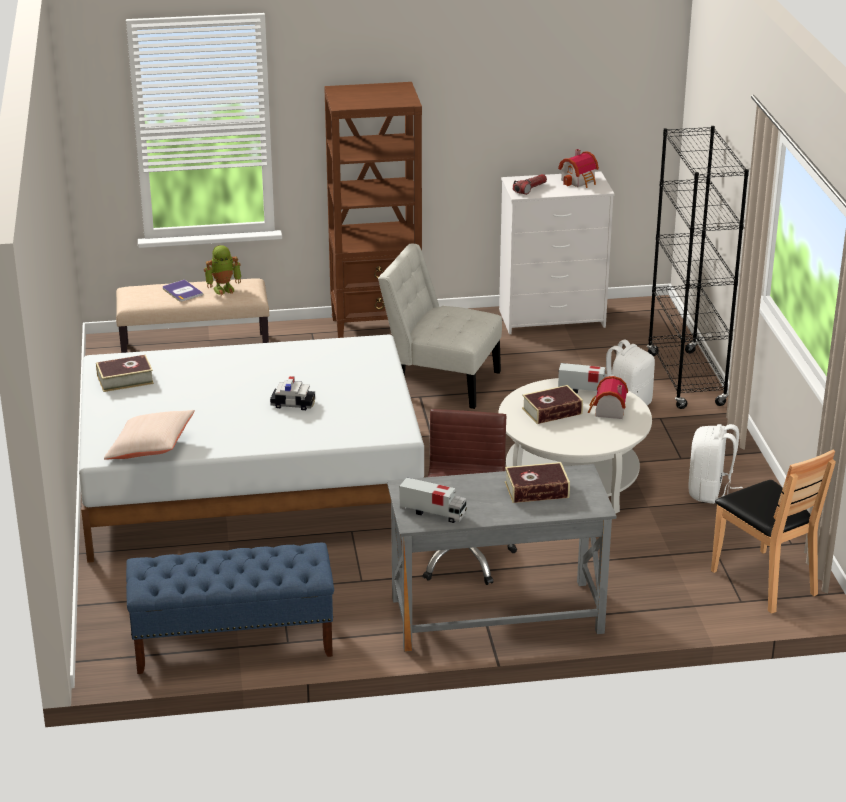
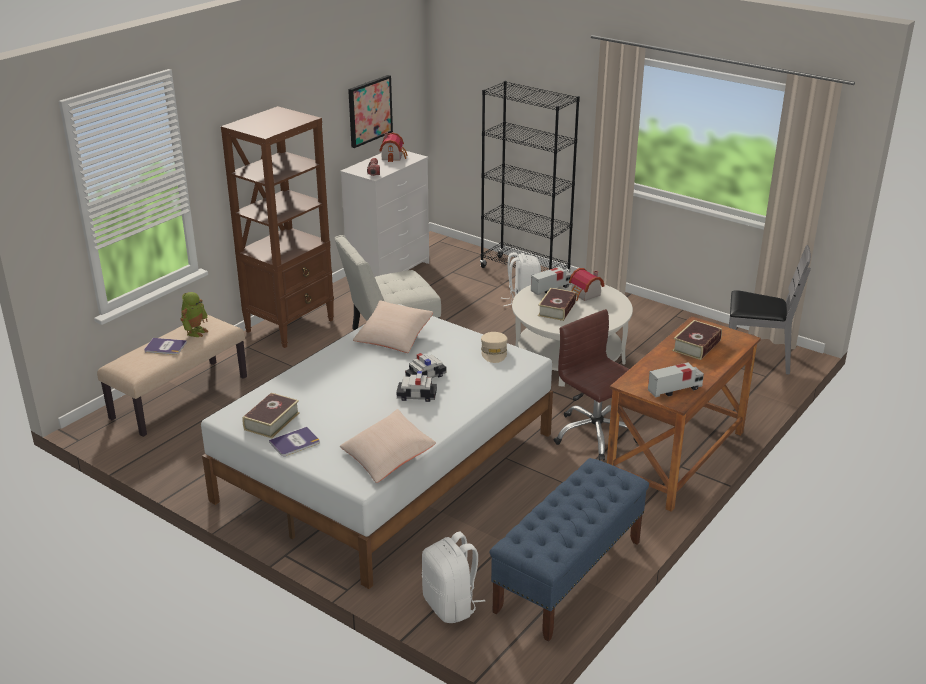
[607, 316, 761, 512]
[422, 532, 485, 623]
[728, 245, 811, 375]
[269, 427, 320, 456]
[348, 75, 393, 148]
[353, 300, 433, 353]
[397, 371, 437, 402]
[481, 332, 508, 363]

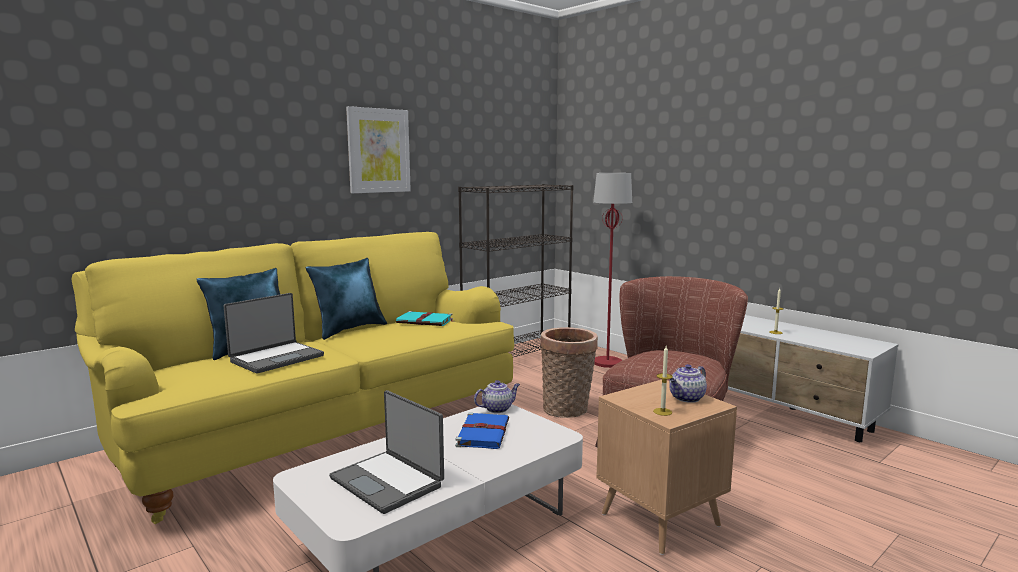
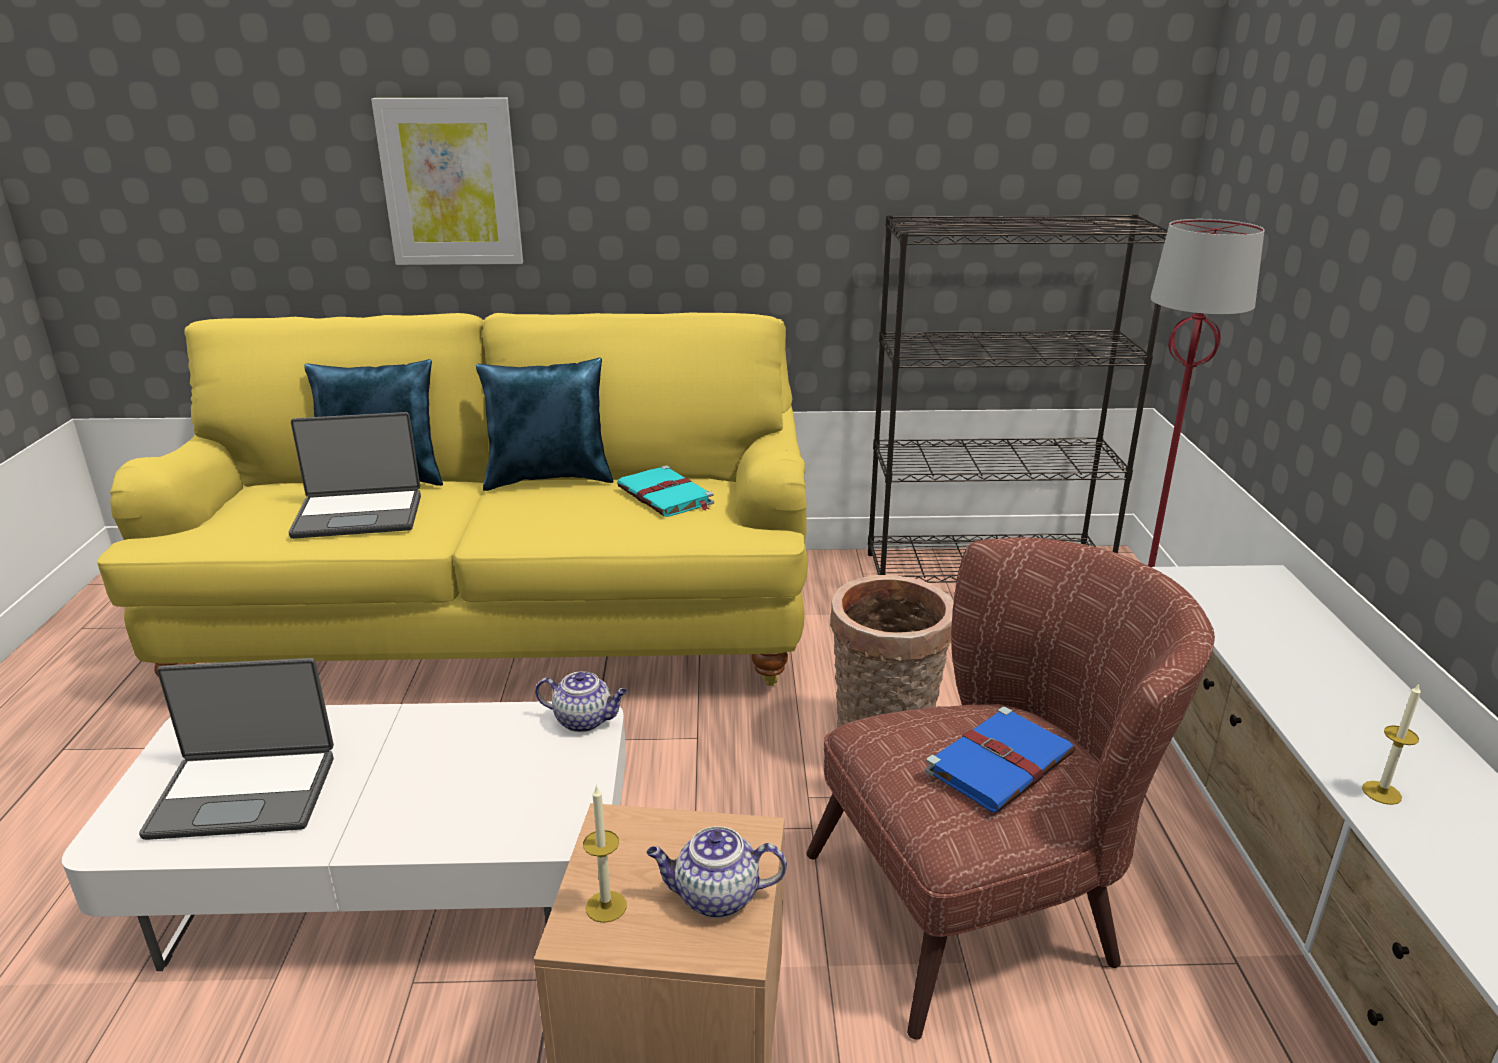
[139, 658, 334, 840]
[371, 98, 523, 265]
[925, 707, 1075, 813]

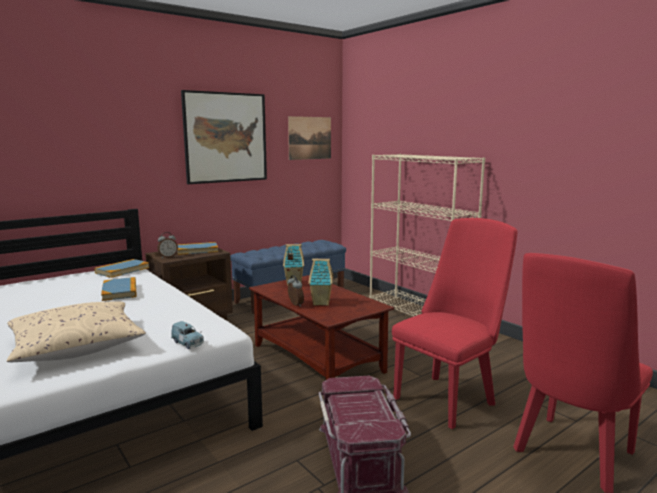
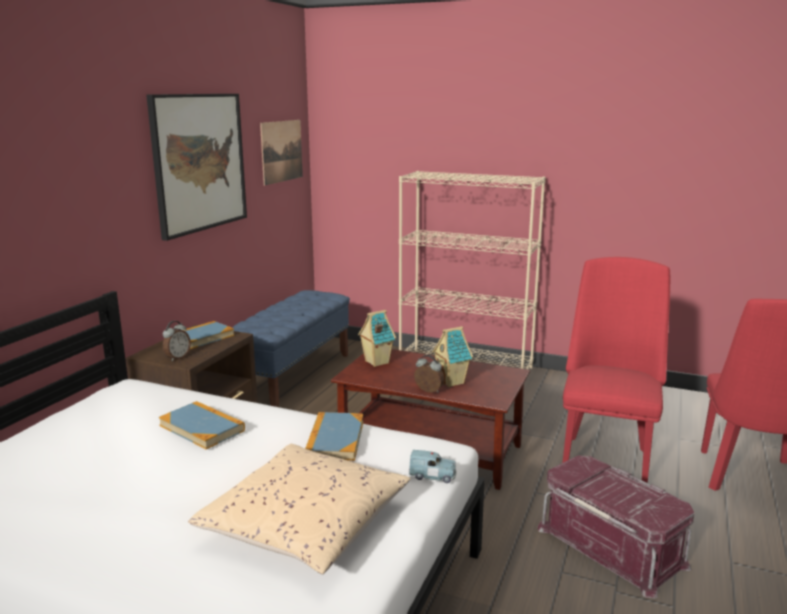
[305, 412, 363, 461]

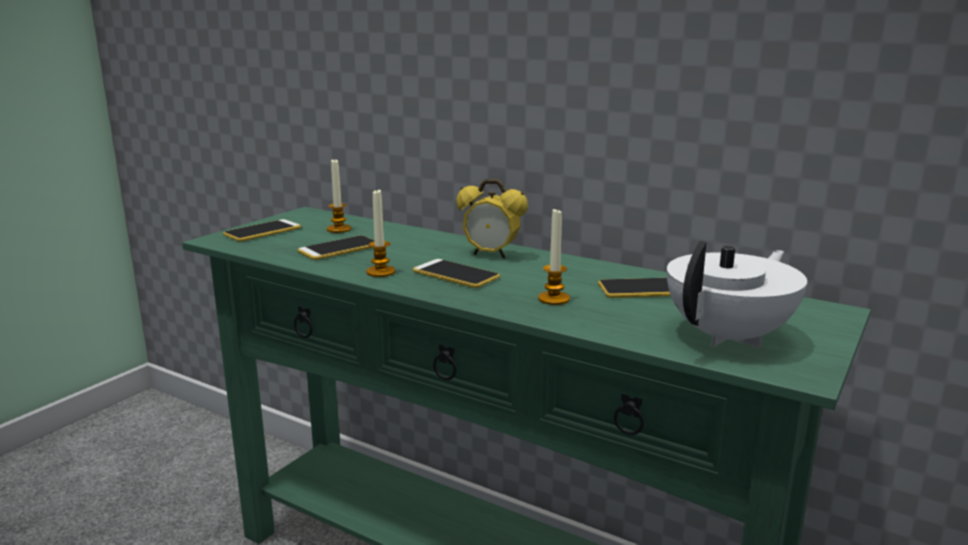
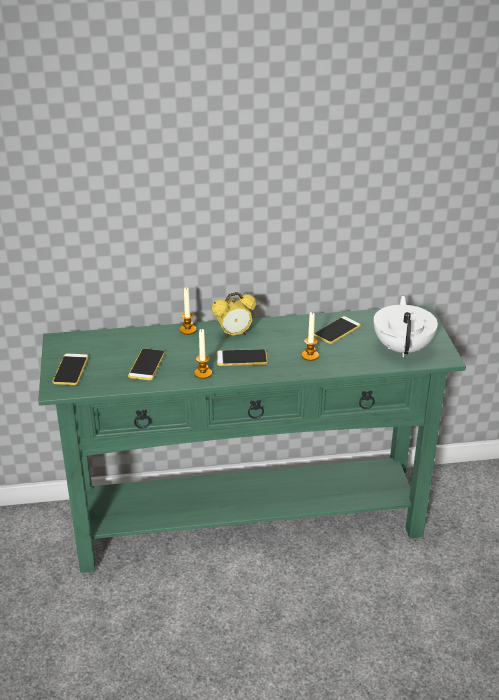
[180, 287, 196, 335]

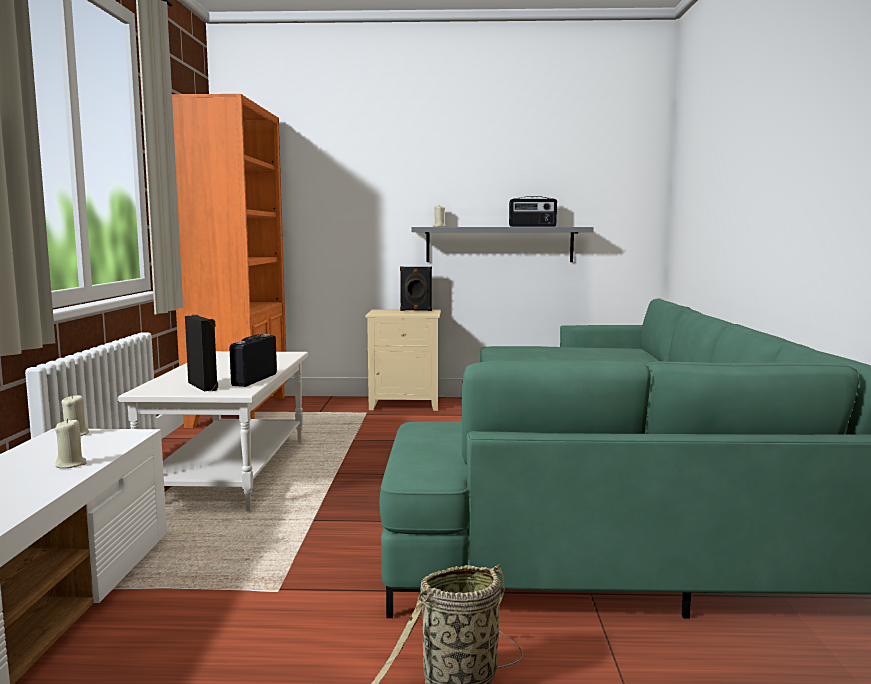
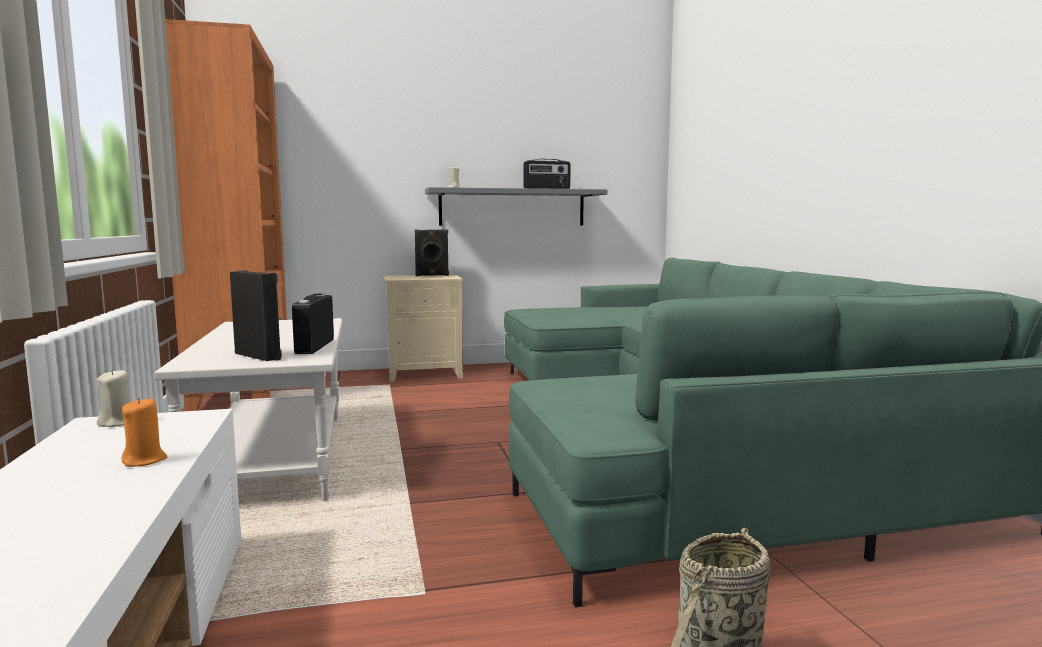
[122, 397, 167, 467]

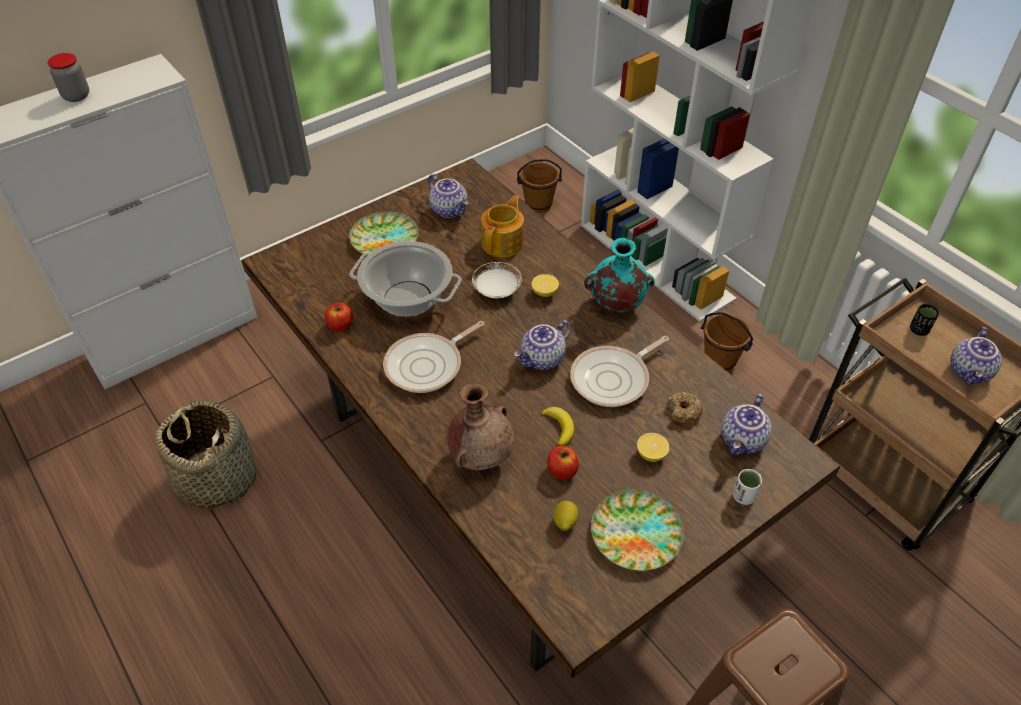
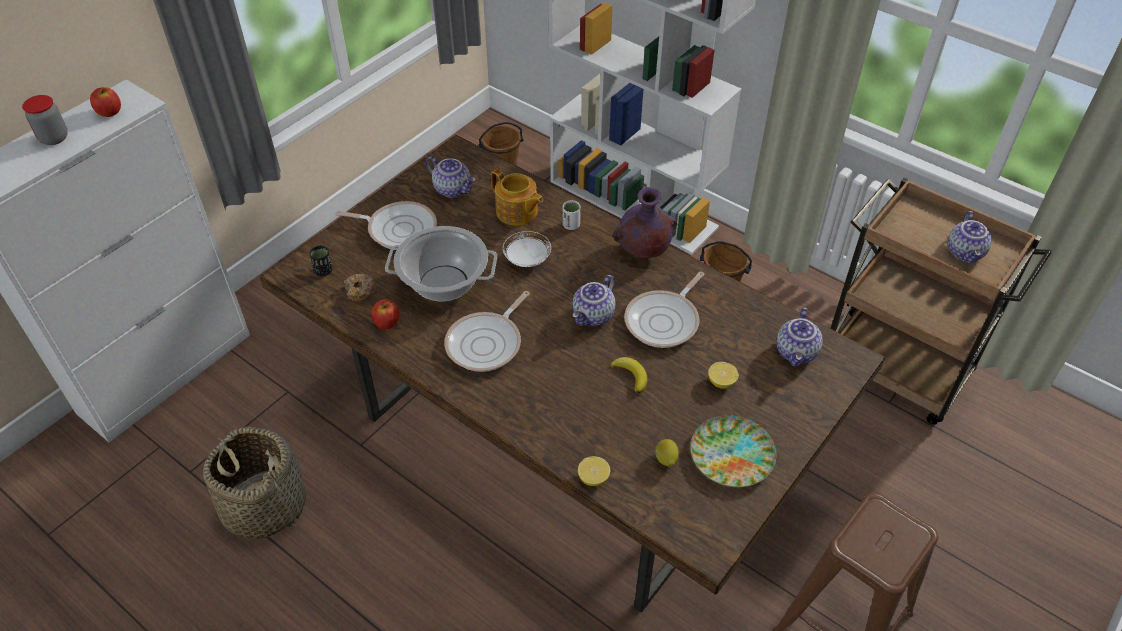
[335, 201, 437, 250]
[447, 383, 514, 471] (first image)
[491, 169, 543, 226]
[578, 456, 610, 486]
[90, 87, 121, 117]
[613, 187, 677, 258]
[344, 274, 376, 301]
[562, 200, 581, 230]
[310, 246, 333, 276]

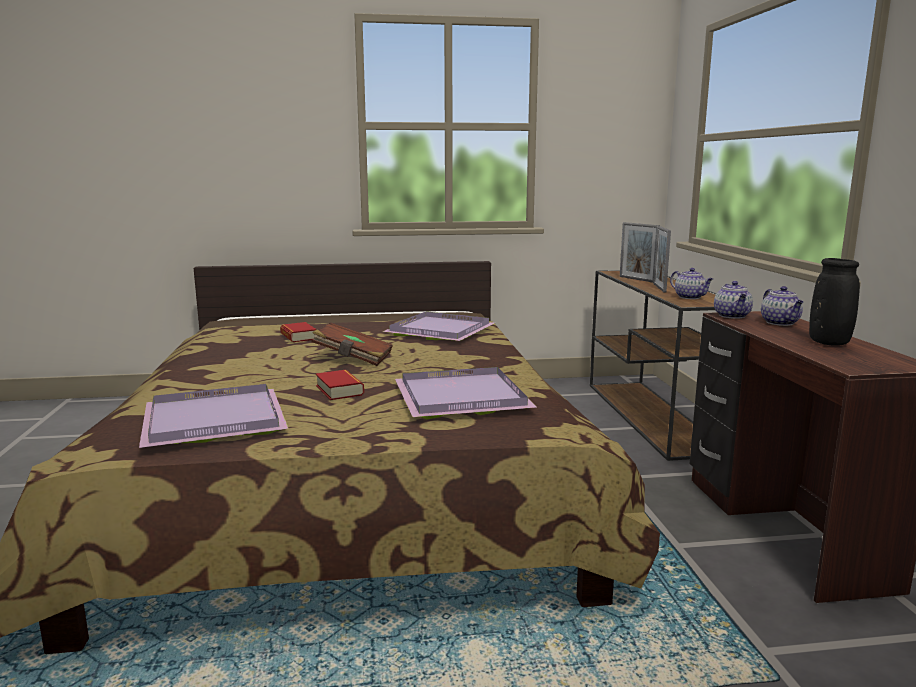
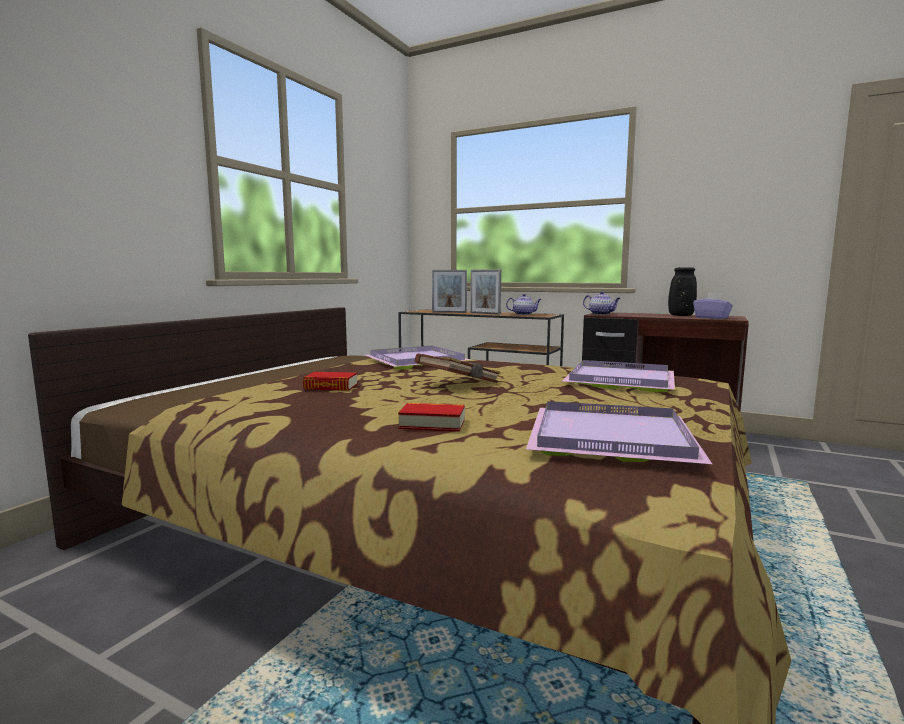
[398, 403, 465, 432]
[761, 286, 803, 326] (first image)
[693, 293, 733, 319]

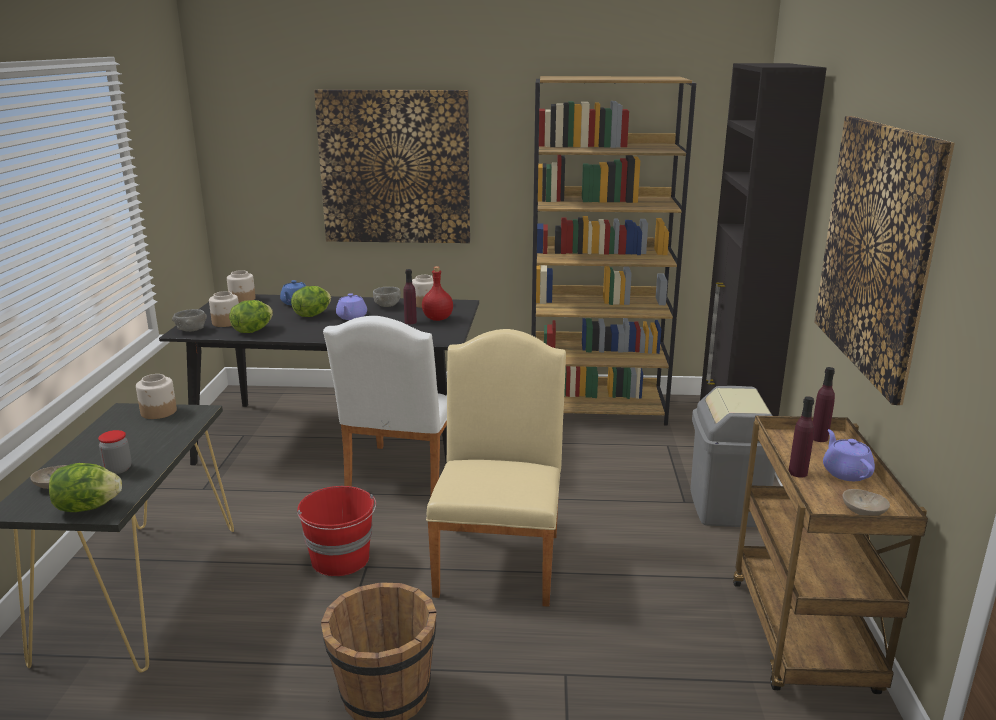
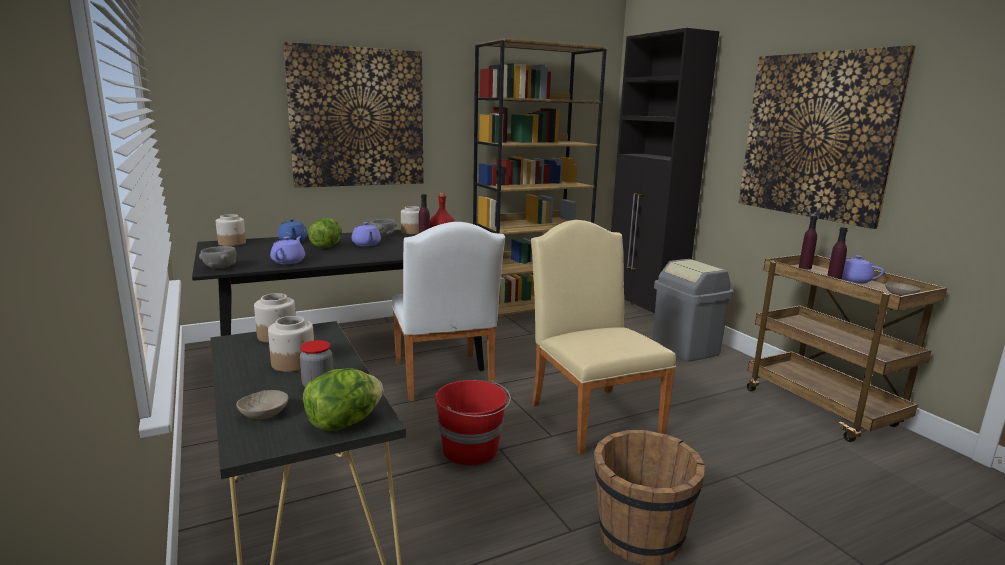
[268, 316, 314, 372]
[270, 236, 305, 264]

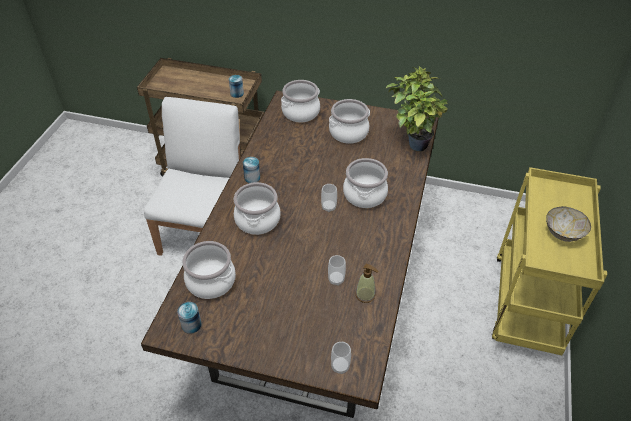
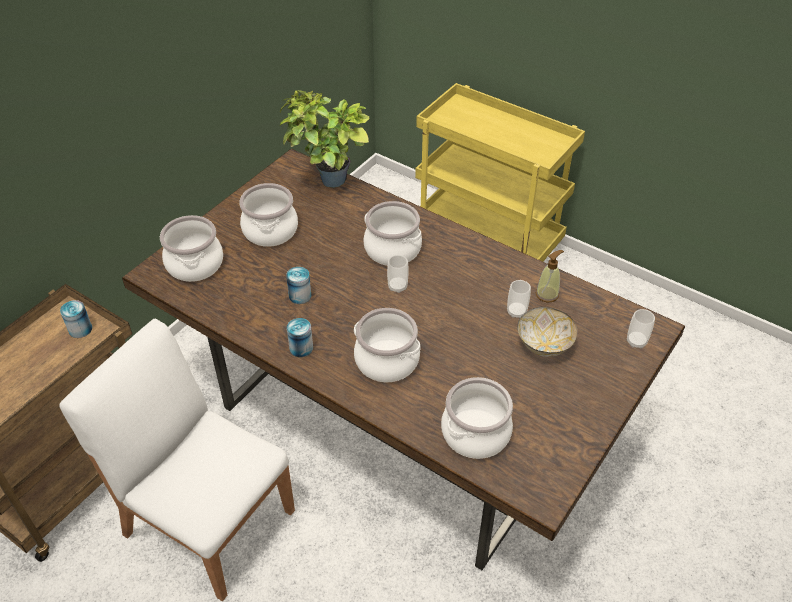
[286, 267, 311, 304]
[517, 307, 578, 357]

